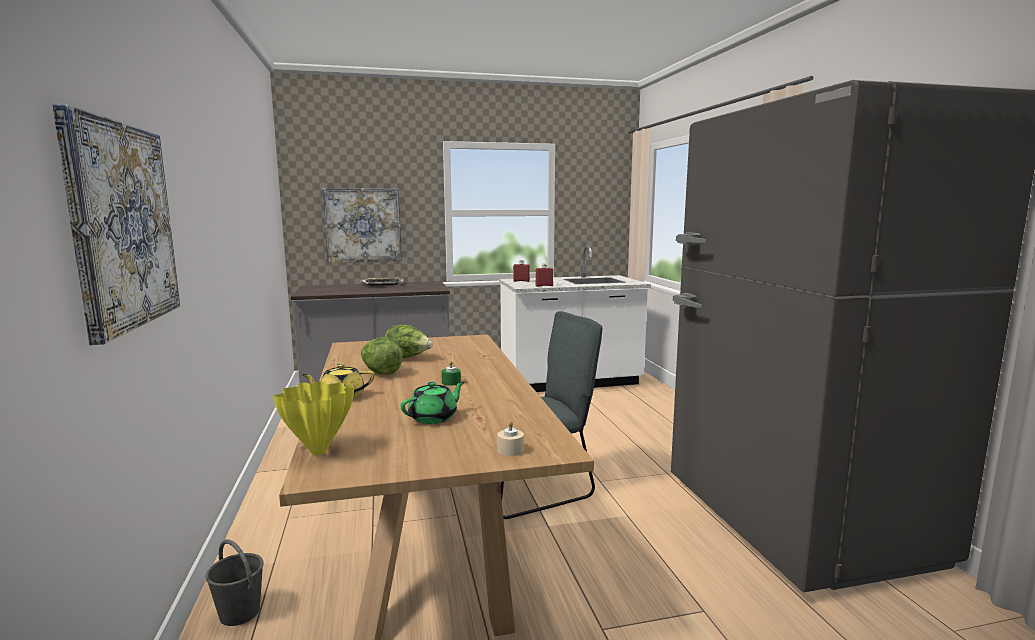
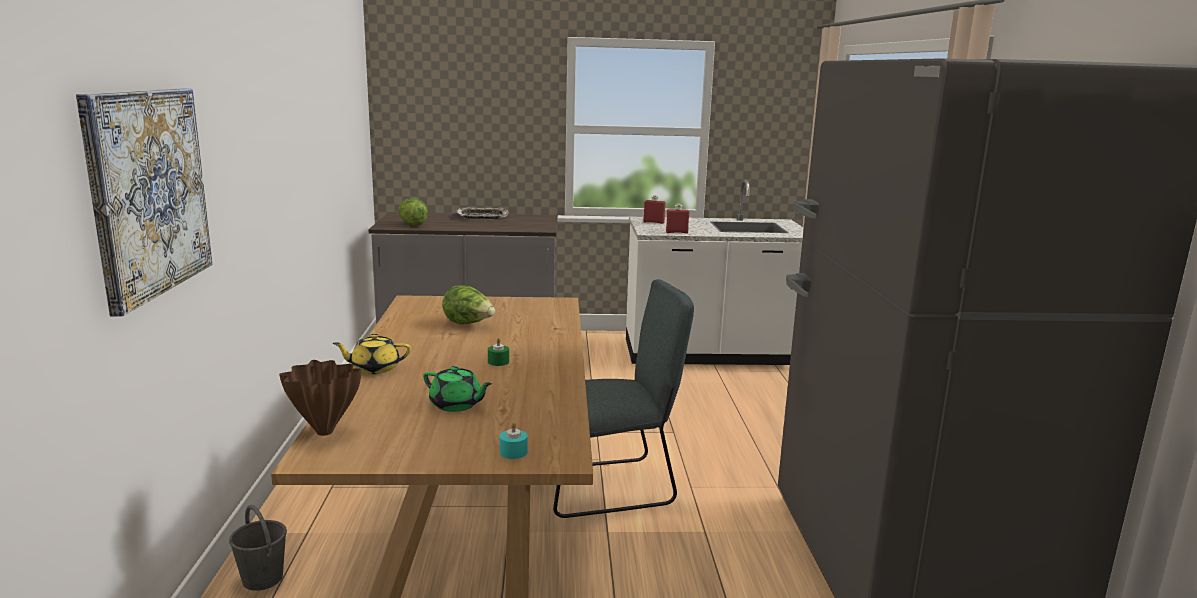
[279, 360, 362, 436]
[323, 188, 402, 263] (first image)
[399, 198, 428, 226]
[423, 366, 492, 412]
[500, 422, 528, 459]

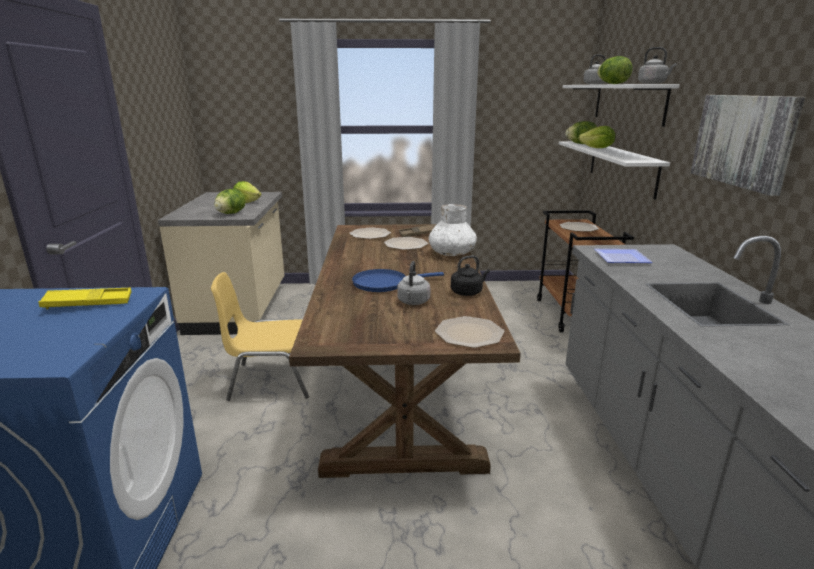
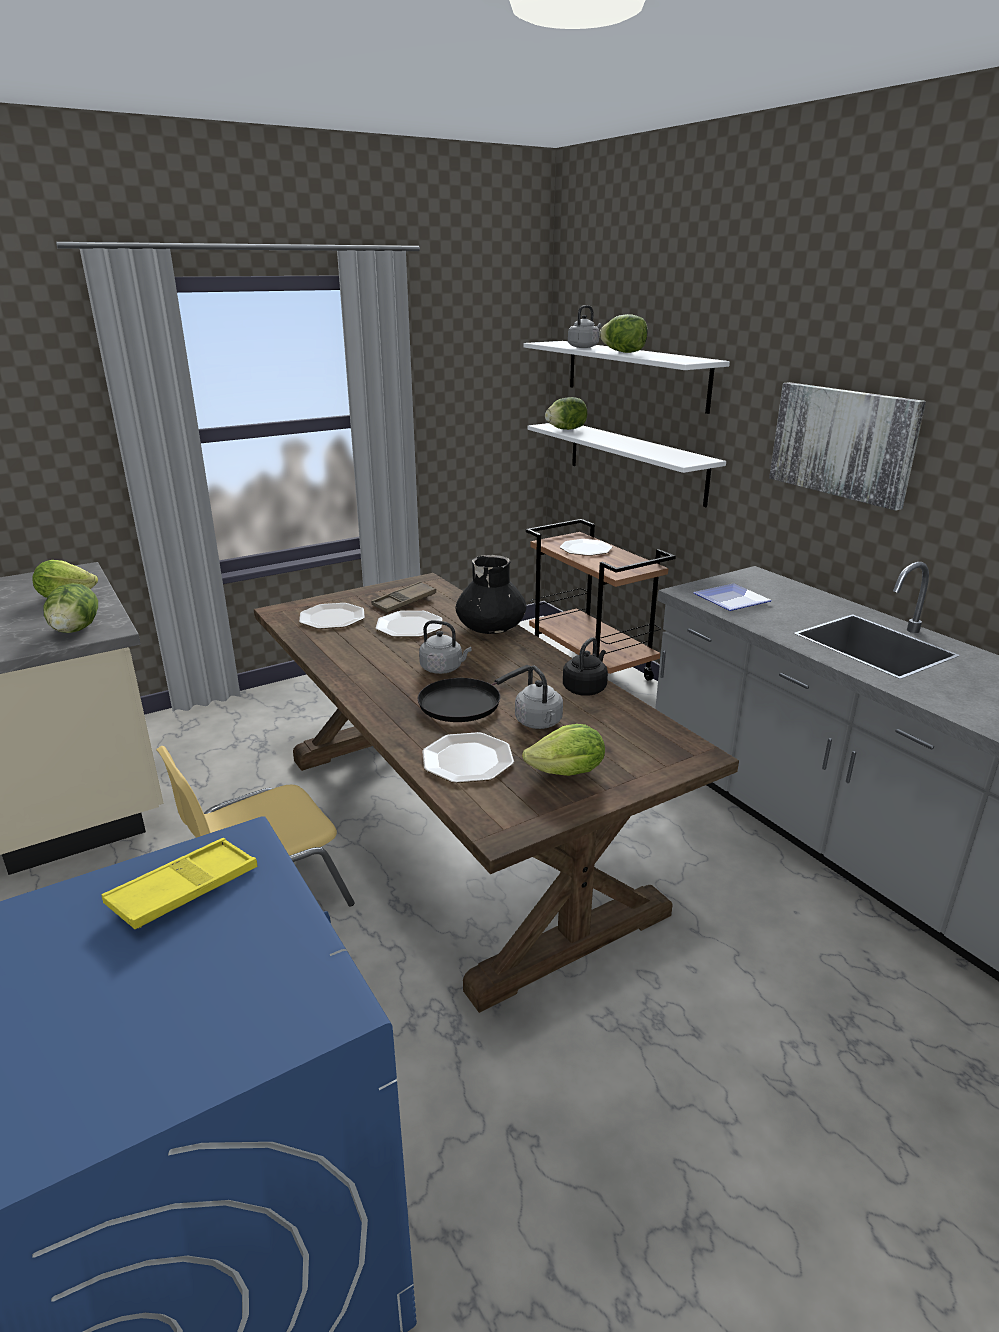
[417, 665, 531, 722]
[455, 555, 527, 634]
[422, 732, 514, 783]
[522, 724, 605, 776]
[419, 620, 472, 674]

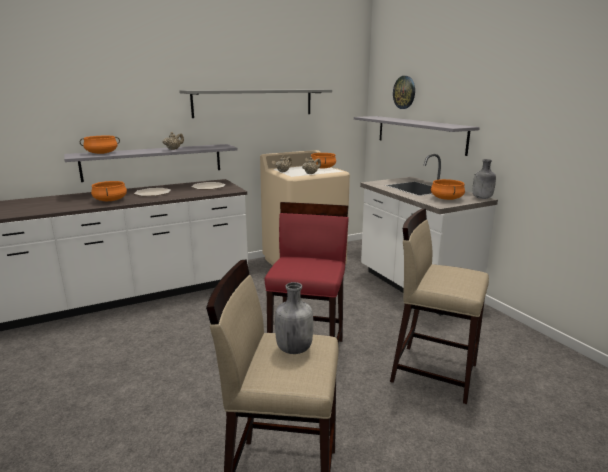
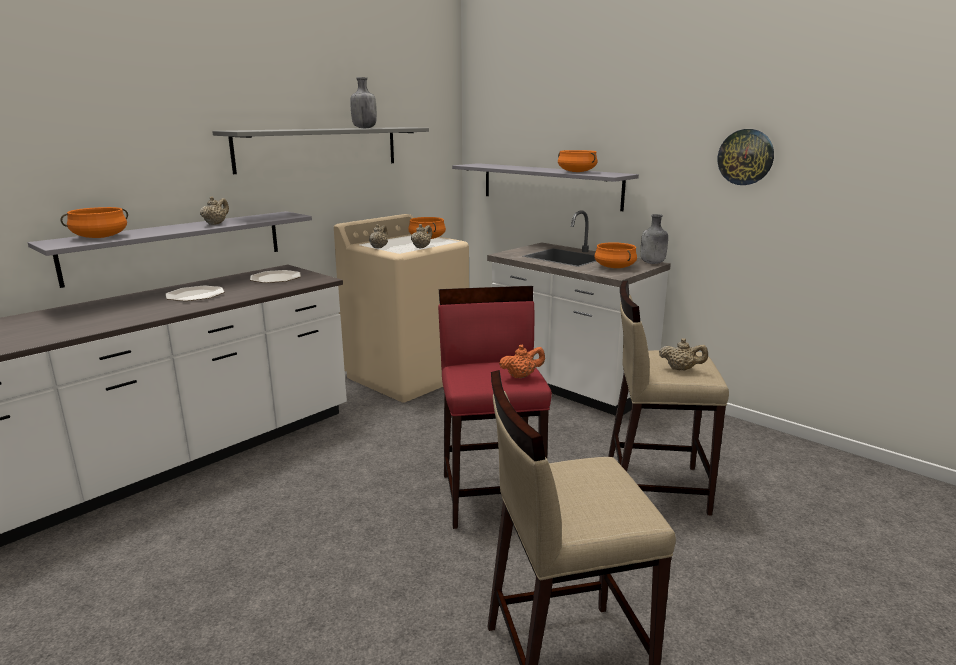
[558, 150, 598, 172]
[350, 77, 377, 128]
[717, 129, 774, 185]
[499, 344, 545, 378]
[659, 338, 708, 371]

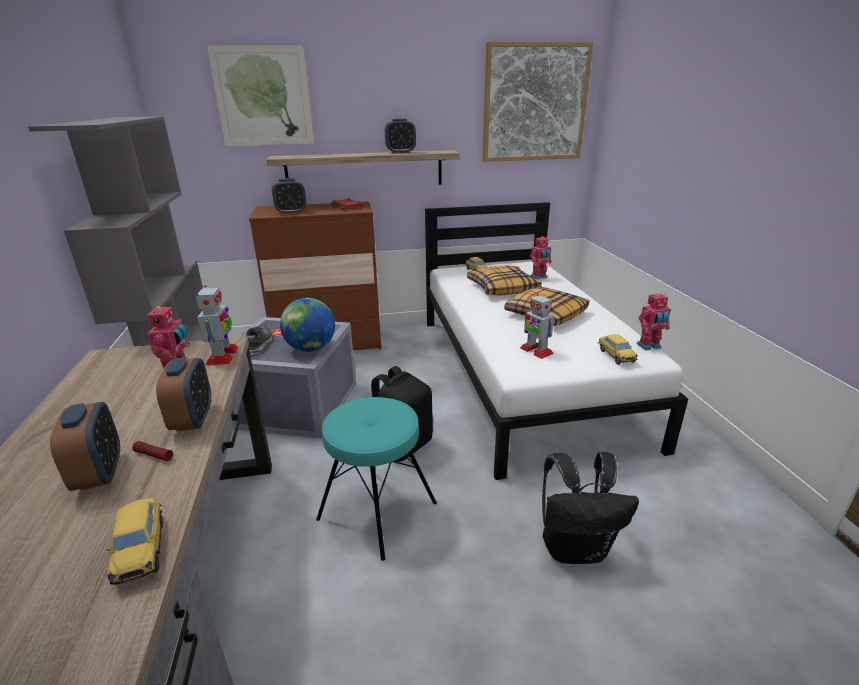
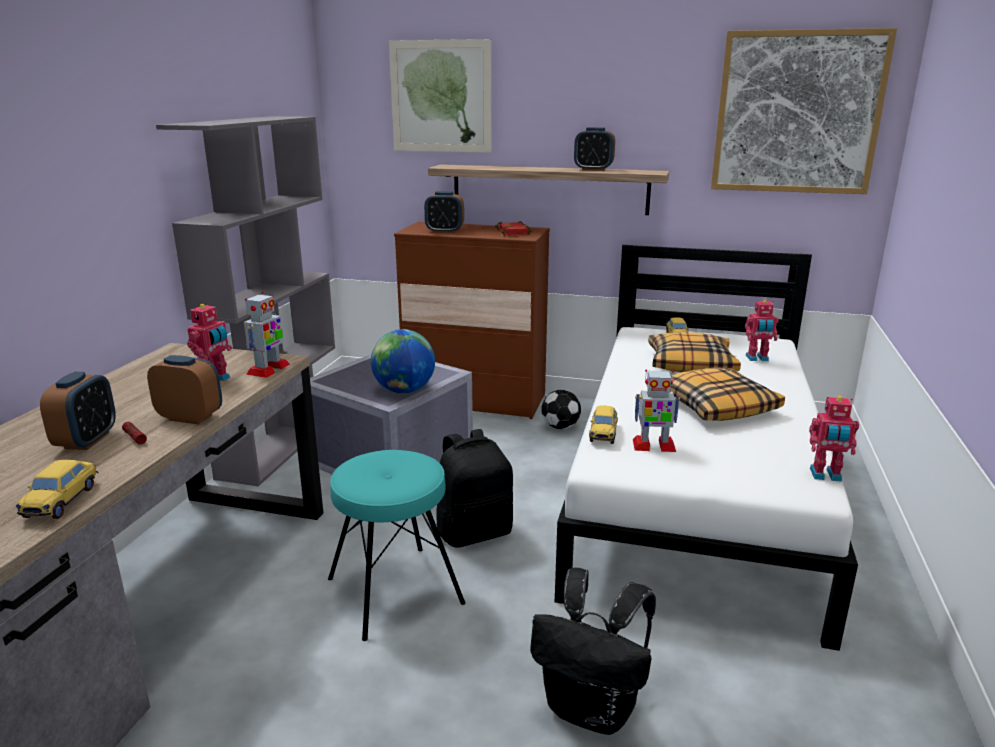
[147, 355, 222, 424]
[246, 325, 273, 355] (first image)
[633, 370, 680, 452]
[589, 405, 618, 444]
[541, 390, 581, 429]

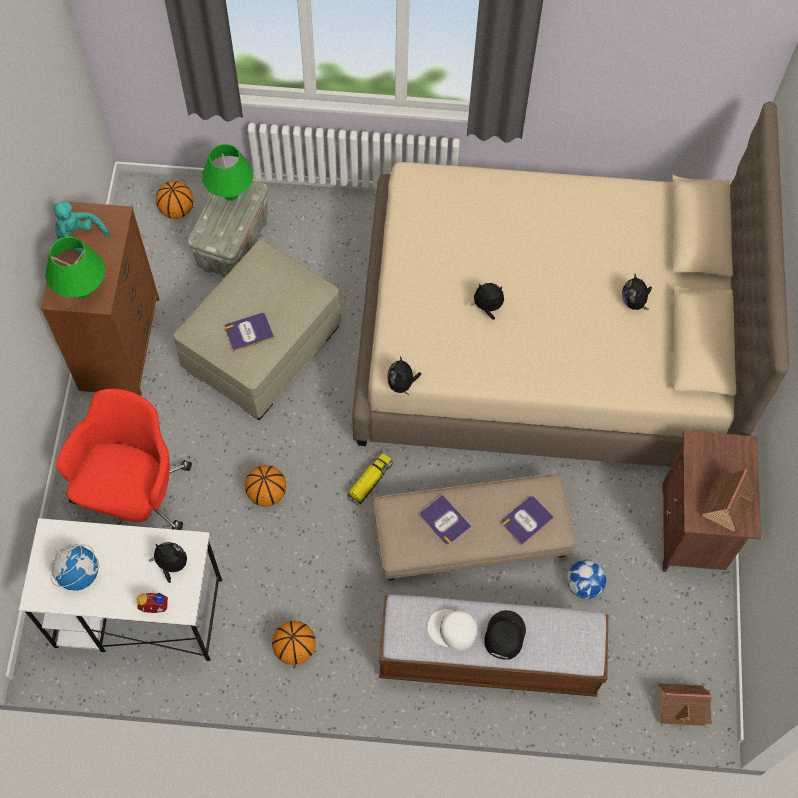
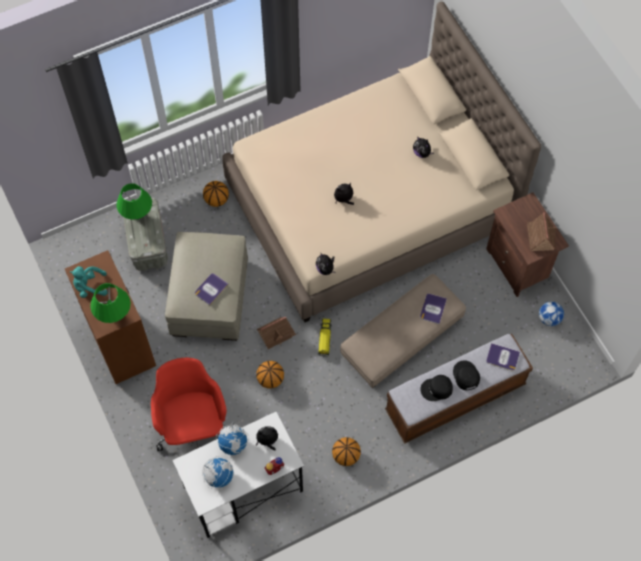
[203, 181, 229, 207]
[486, 343, 520, 371]
[420, 375, 453, 401]
[539, 301, 564, 326]
[256, 316, 296, 349]
[216, 421, 249, 455]

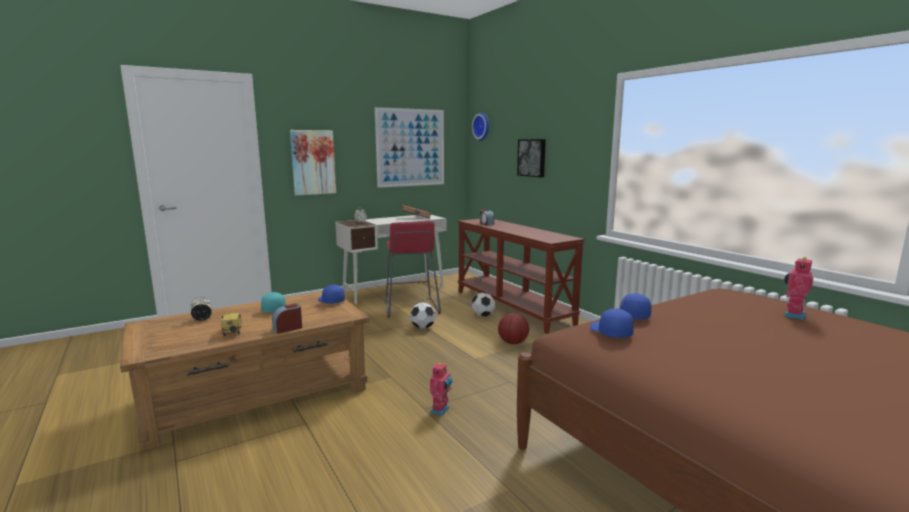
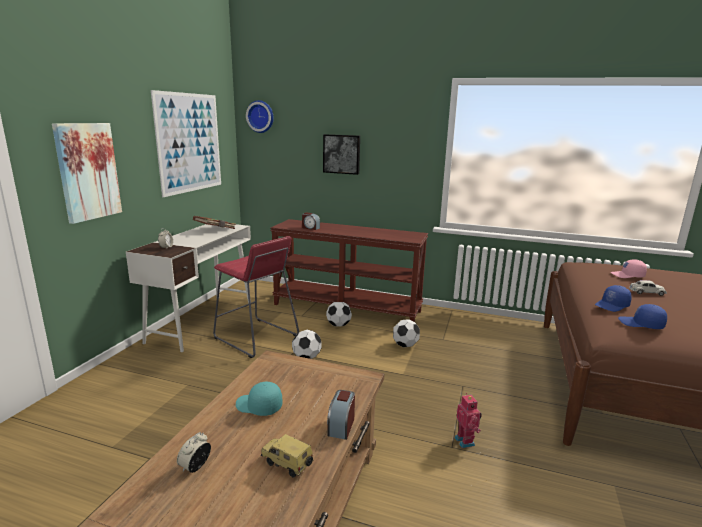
[318, 285, 345, 304] (first image)
[393, 319, 420, 347]
[784, 257, 813, 320] (first image)
[611, 259, 647, 278]
[629, 280, 667, 296]

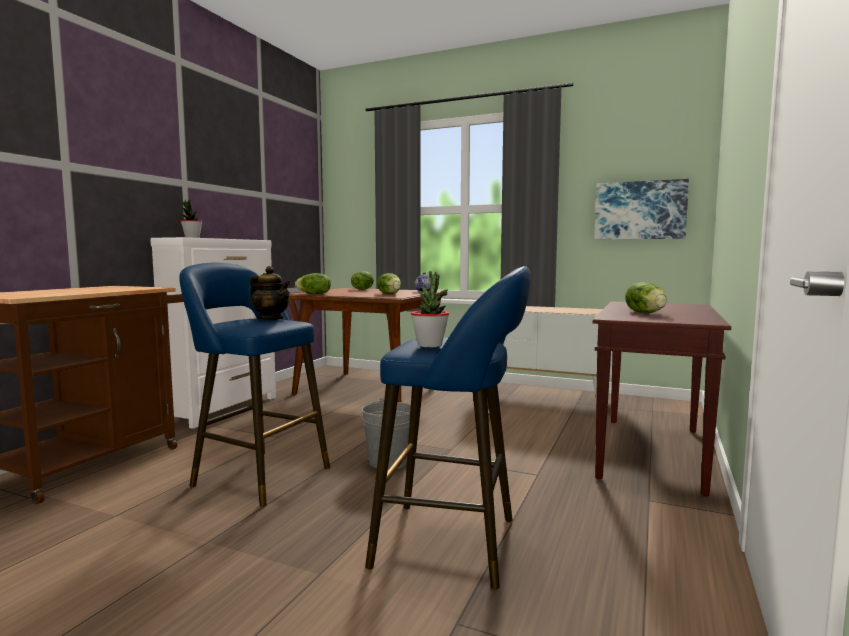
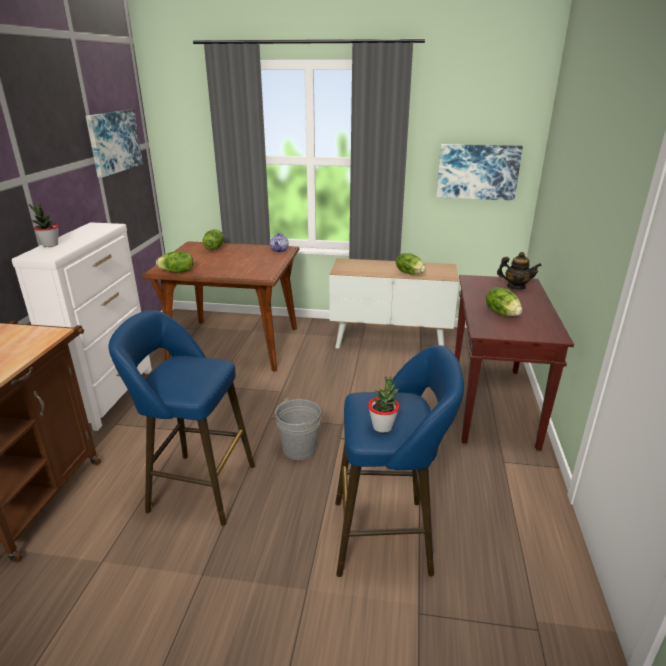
[497, 252, 542, 290]
[396, 253, 426, 274]
[86, 110, 143, 178]

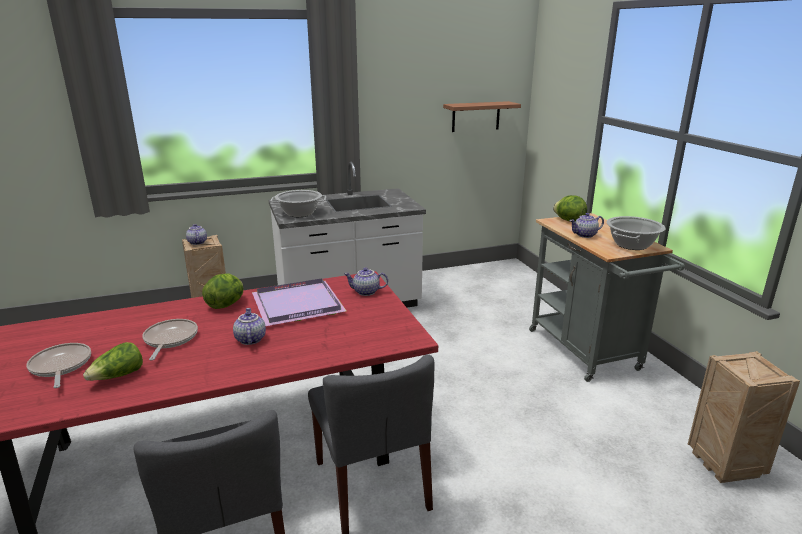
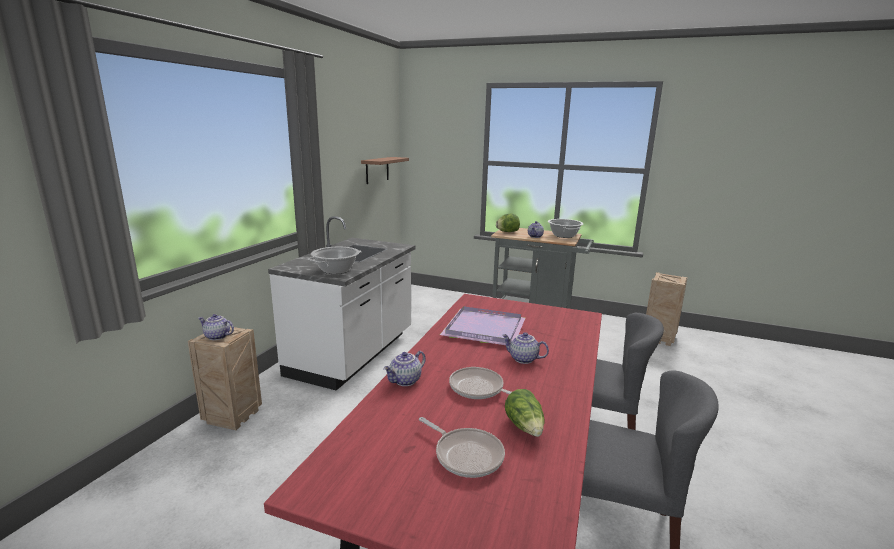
[419, 417, 505, 478]
[202, 273, 244, 309] (first image)
[383, 351, 426, 386]

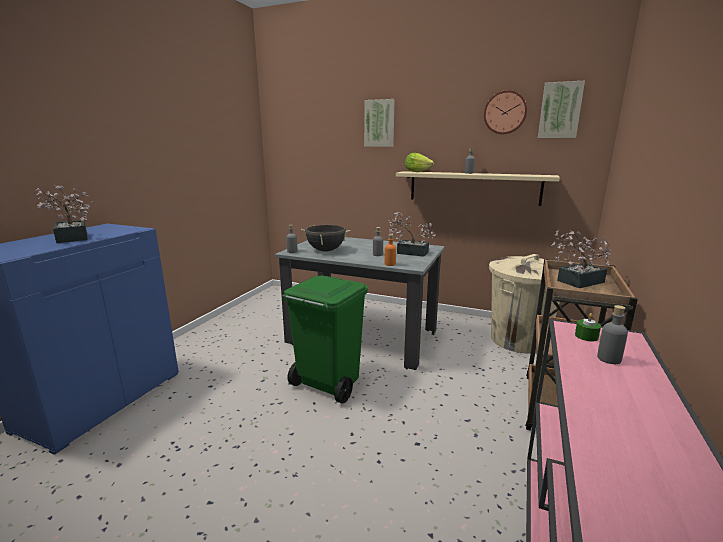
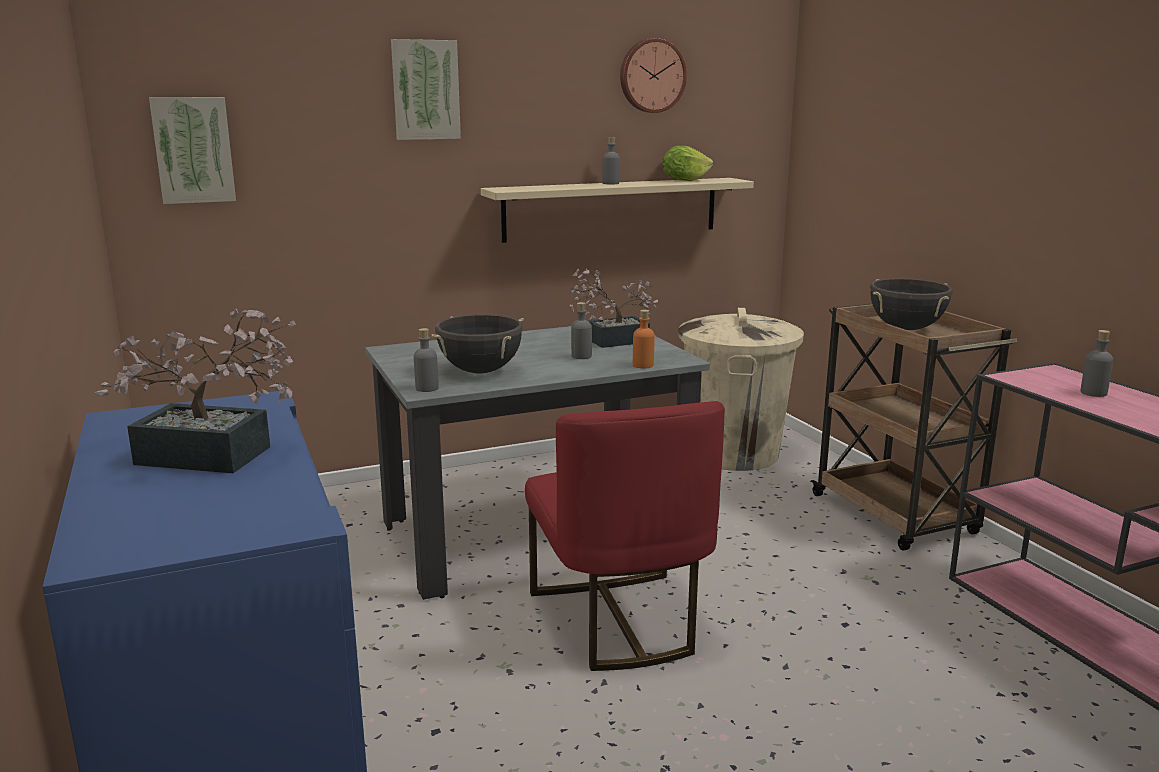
[525, 401, 725, 671]
[662, 145, 713, 181]
[149, 97, 236, 204]
[870, 278, 953, 330]
[575, 313, 601, 342] (first image)

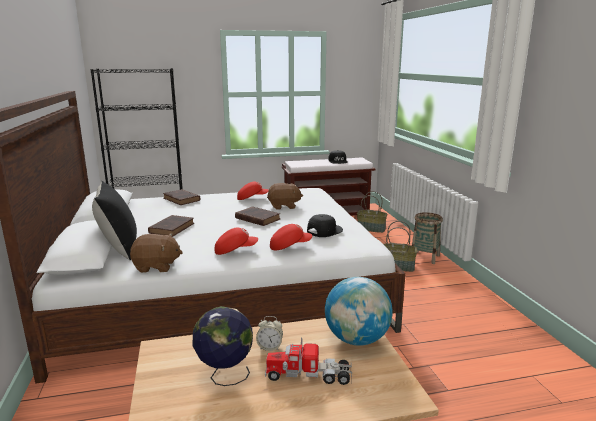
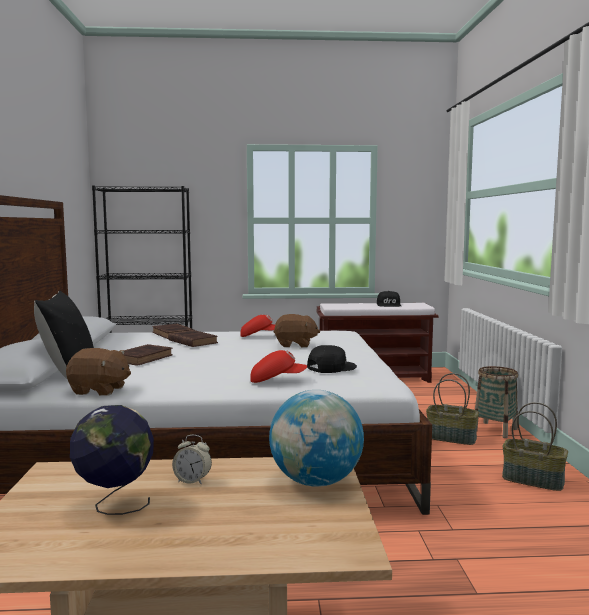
[215, 228, 258, 255] (first image)
[168, 330, 218, 347]
[265, 337, 353, 385] (first image)
[502, 402, 568, 491]

